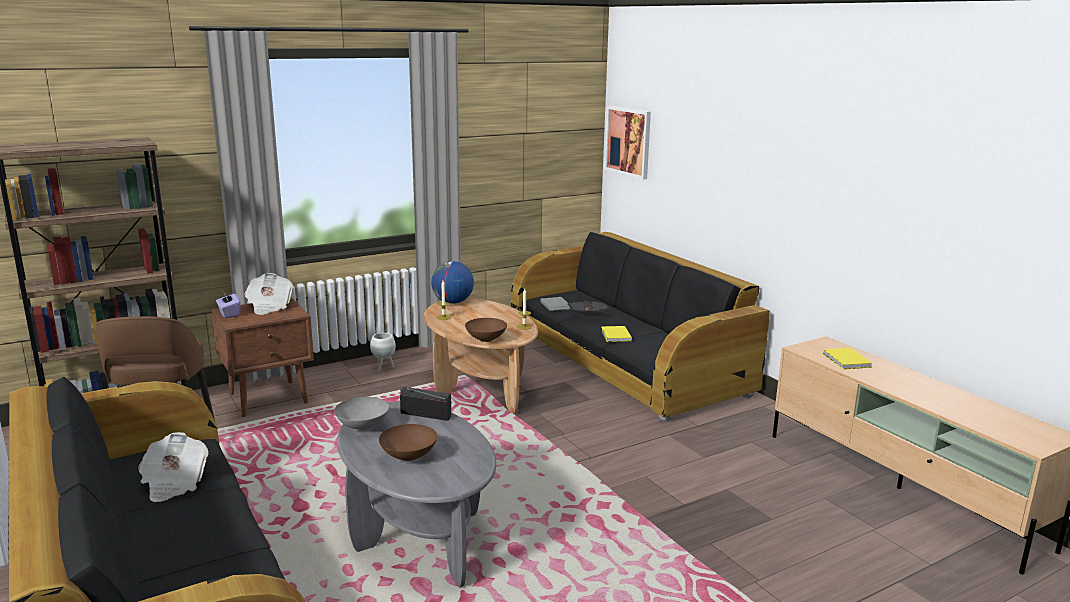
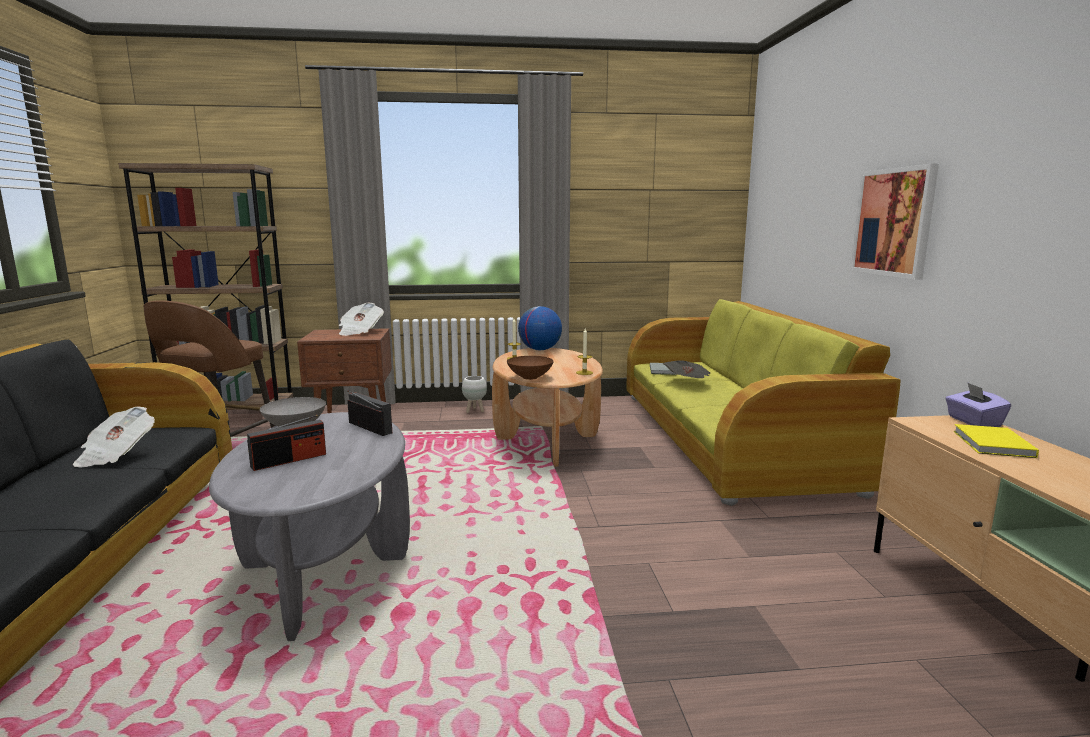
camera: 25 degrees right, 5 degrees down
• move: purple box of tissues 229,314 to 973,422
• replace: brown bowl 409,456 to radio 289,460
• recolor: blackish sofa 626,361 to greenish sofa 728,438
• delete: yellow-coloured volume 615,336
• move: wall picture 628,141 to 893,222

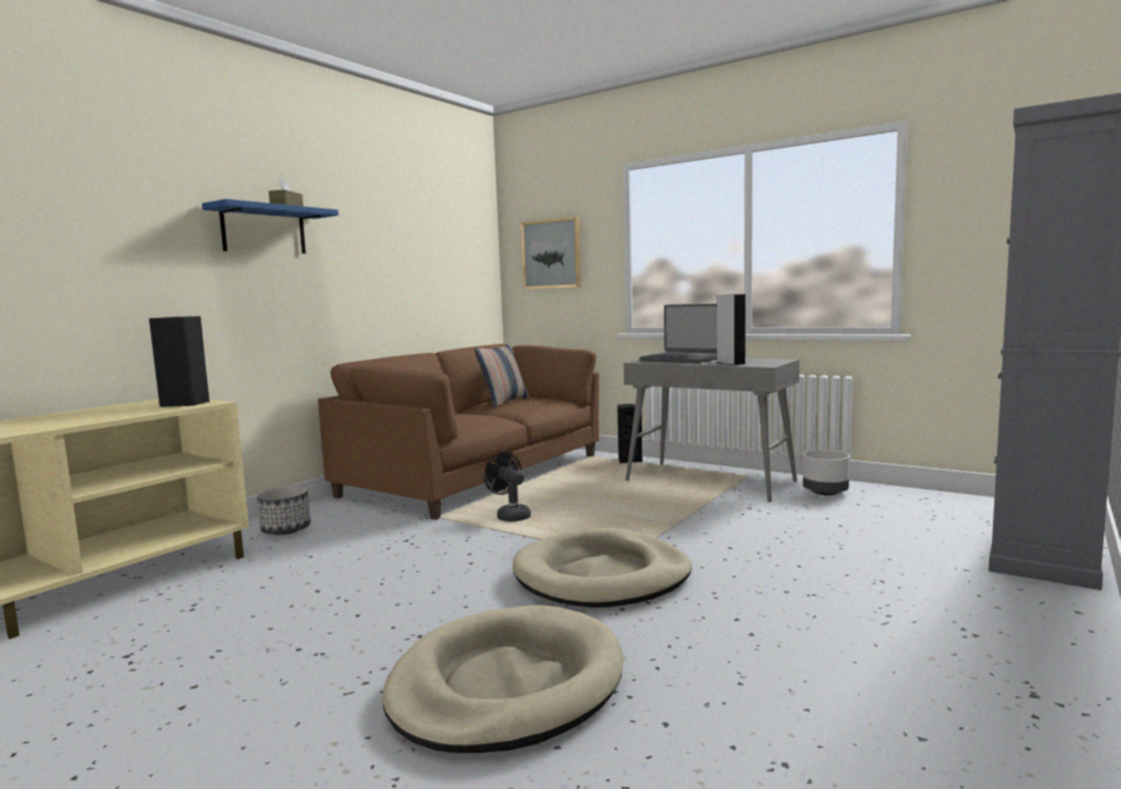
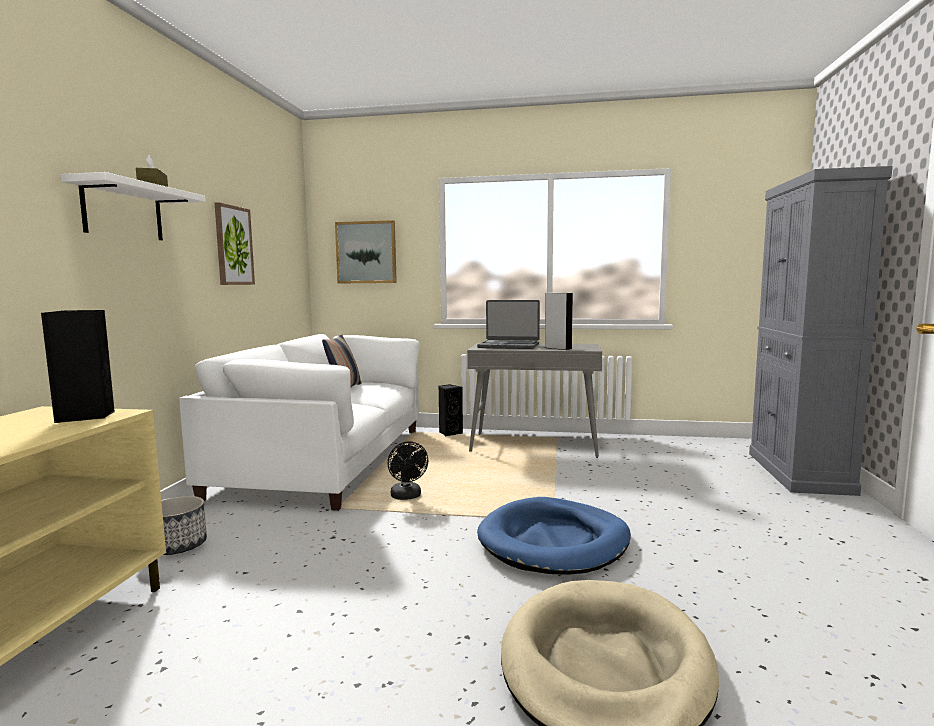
camera: 25 degrees left, 0 degrees up
• recolor: bluish bracket shelf 264,230 to white-coloured bracket shelf 123,212
• recolor: brown sofa 477,475 to white-coloured sofa 327,460
• rotate: blackish cooling fan 510,516 = 407,497 135 degrees counterclockwise
• recolor: beige pet bed 602,576 to bluish pet bed 554,541
• delete: gray planter 825,492
• insert: wall picture 233,245

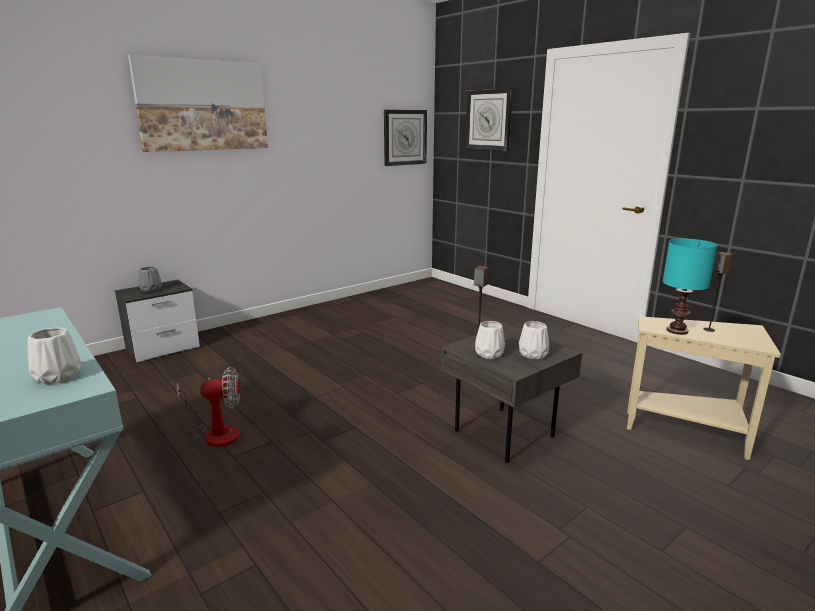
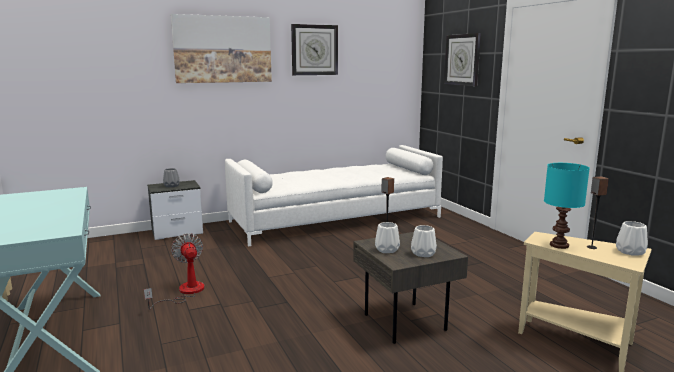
camera: 15 degrees right, 5 degrees down
• move: white-coloured decorative vase 59,376 to 631,251
• rotate: cooling fan 215,432 = 185,292 120 degrees counterclockwise
• move: hanging clock 405,137 to 314,50
• insert: white-coloured sofa 336,219

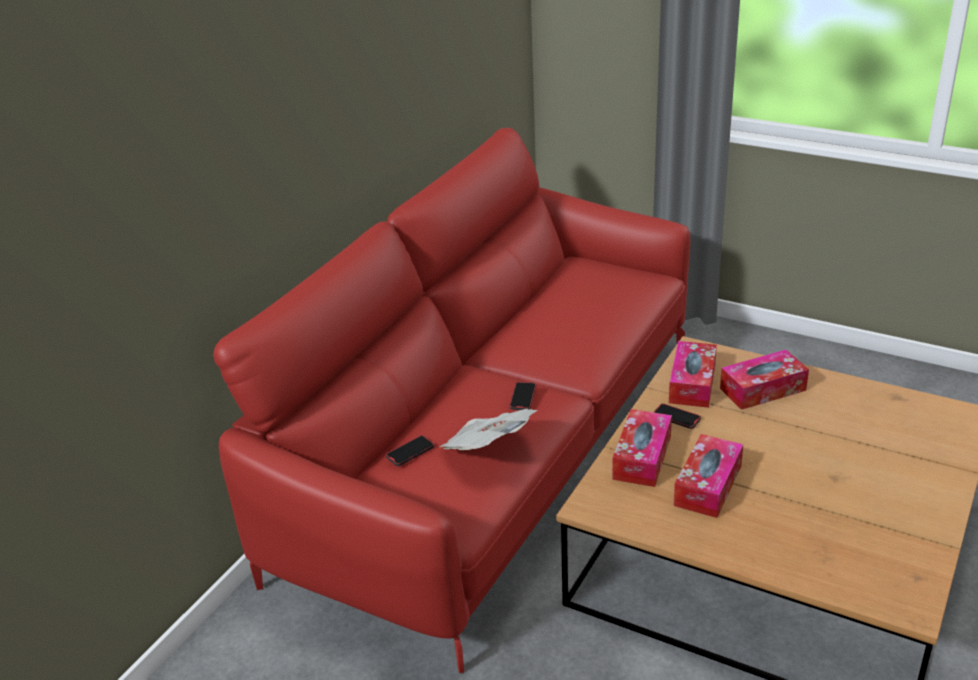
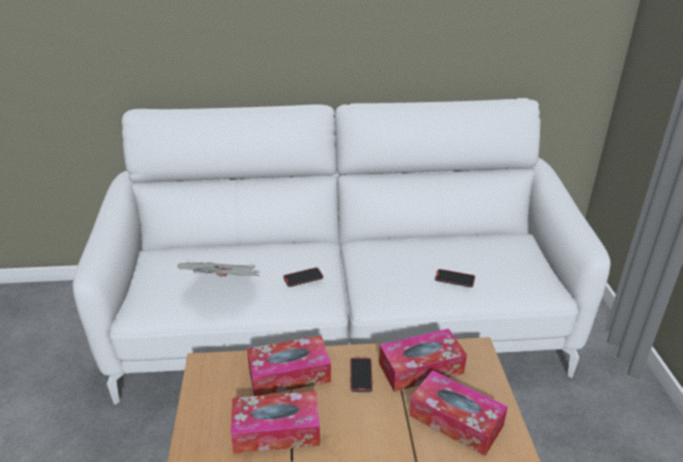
camera: 55 degrees right, 0 degrees up
• recolor: reddish sofa 496,455 to white-coloured sofa 342,326
• move: telephone 410,452 to 454,279

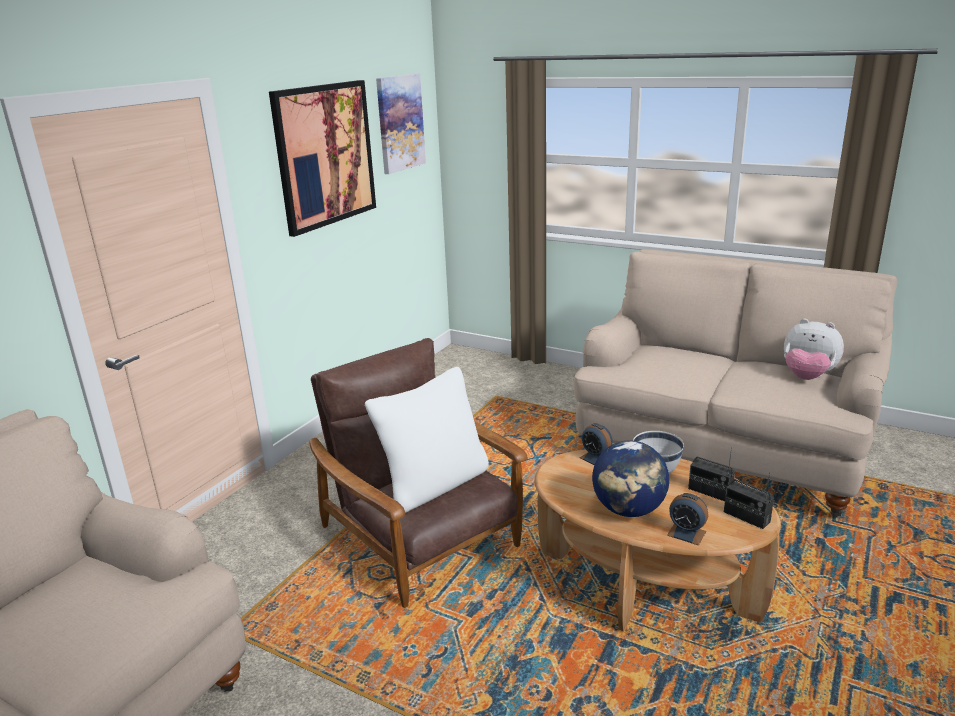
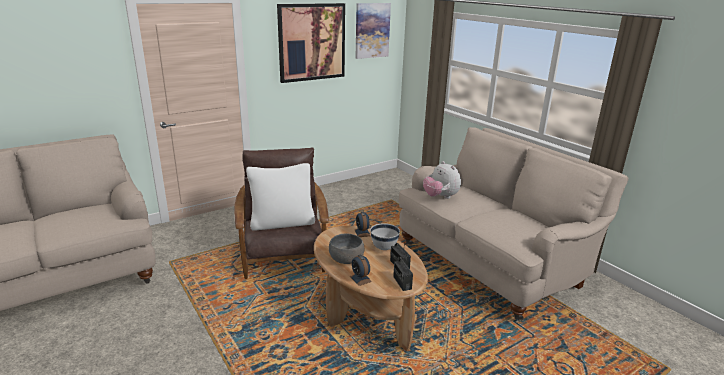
camera: 25 degrees right, 0 degrees up
• replace: world globe 629,510 to gray bowl 346,259
• move: plush toy 807,377 to 440,197

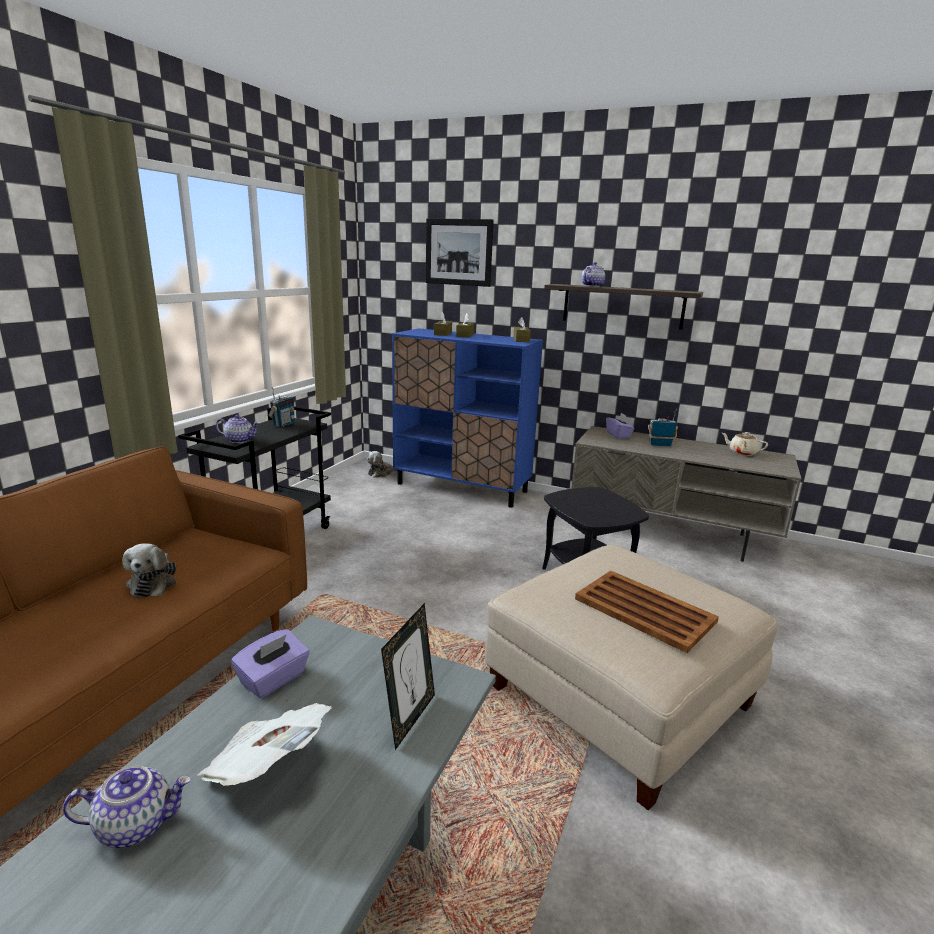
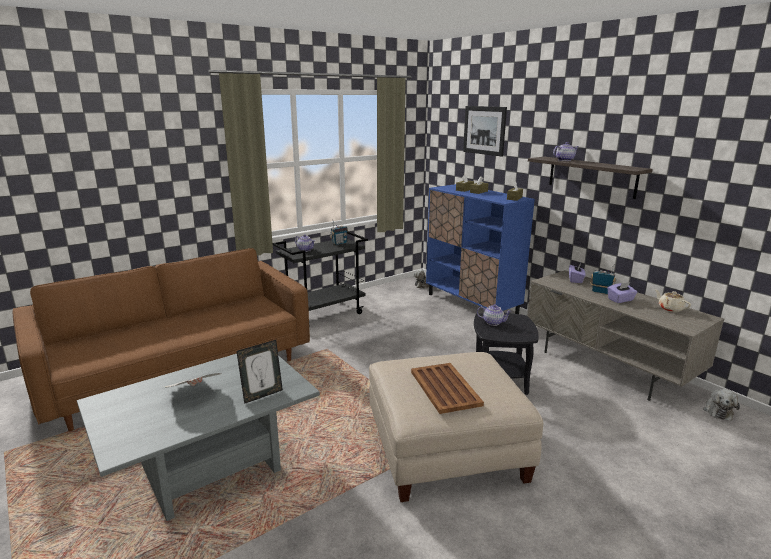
camera: 30 degrees right, 0 degrees up
• move: teapot 136,824 to 493,322
• move: plush toy 153,582 to 718,410
• move: purple box of tissues 274,679 to 620,300

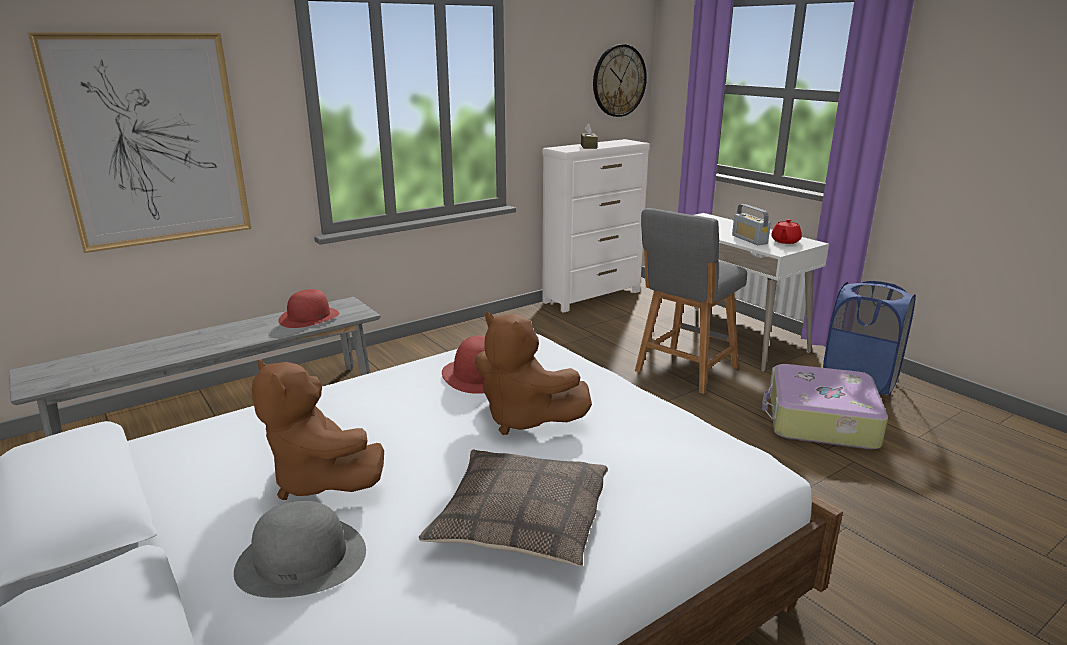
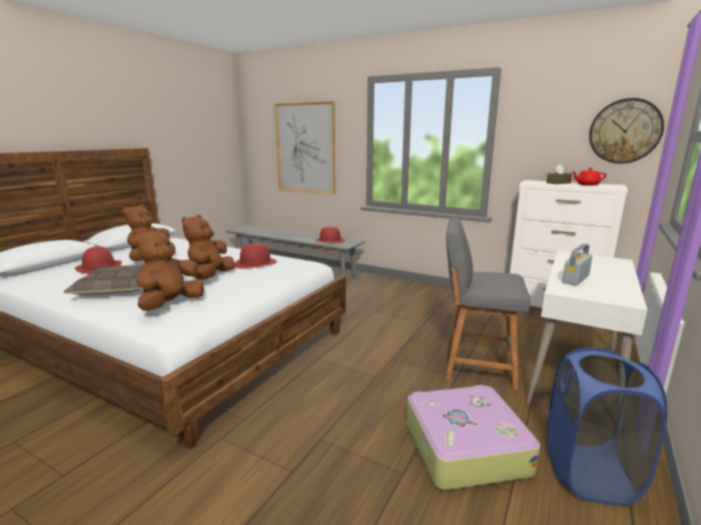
camera: 65 degrees right, 5 degrees down
• recolor: gray clothing hat 302,558 to reddish clothing hat 99,267
• move: reddish teapot 785,241 to 587,184
• insert: brown plush toy 170,304

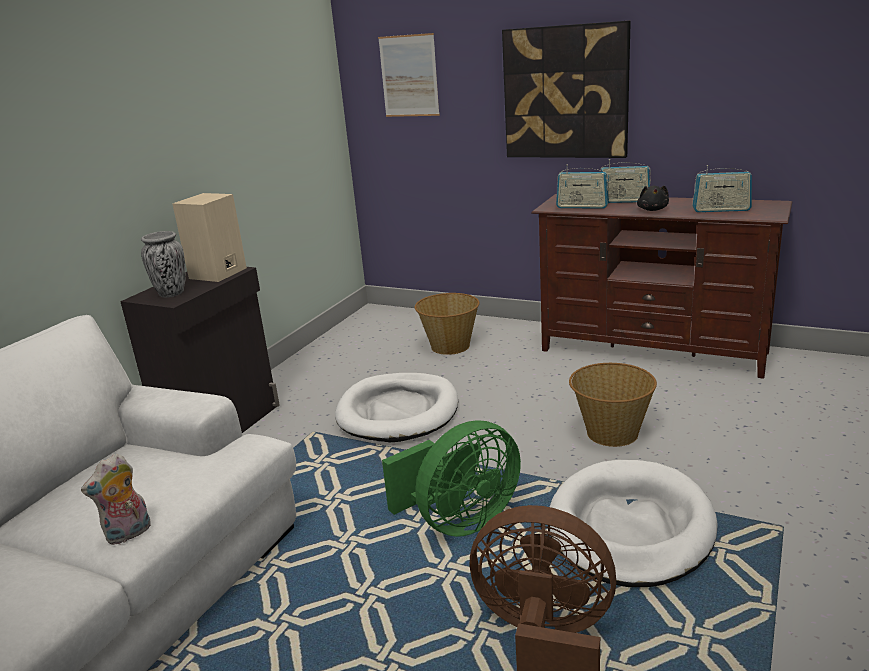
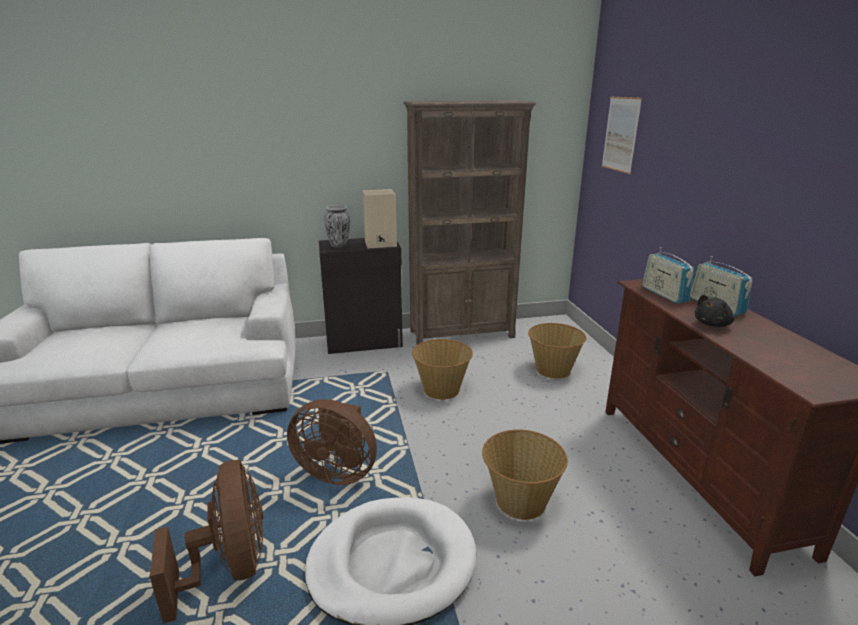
camera: 50 degrees right, 0 degrees up
• delete: plush toy 128,534
• replace: white-coloured pet bed 398,412 to basket 441,389
• recolor: greenish cooling fan 460,522 to brown cooling fan 337,471
• delete: wall picture 565,92
• delete: radio 721,210
• insert: brown bookcase 462,334

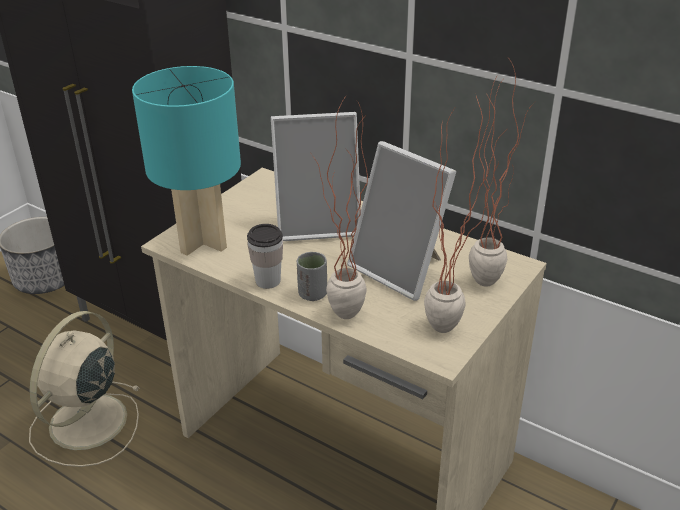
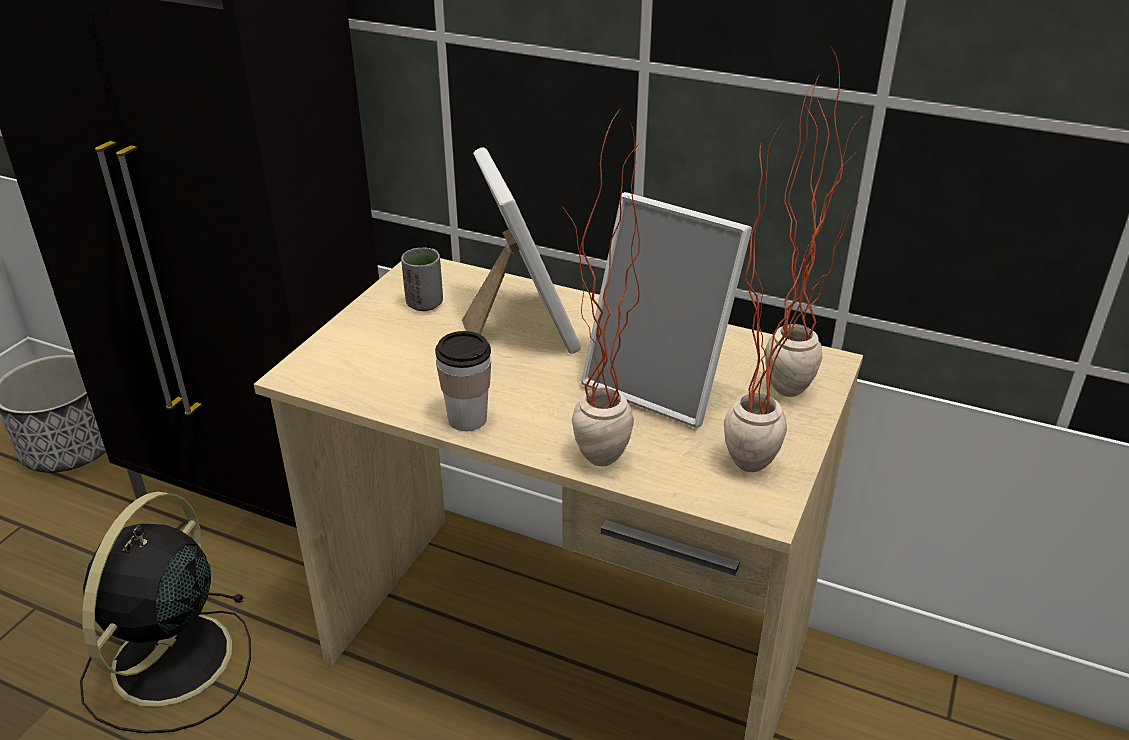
camera: 10 degrees left, 0 degrees up
• recolor: beige cooling fan 86,424 to blackish cooling fan 169,663
• delete: turquoise tabletop lamp 202,241
• rotate: picture frame 318,224 = 520,327 90 degrees counterclockwise
• move: gray cup 312,294 to 424,304

